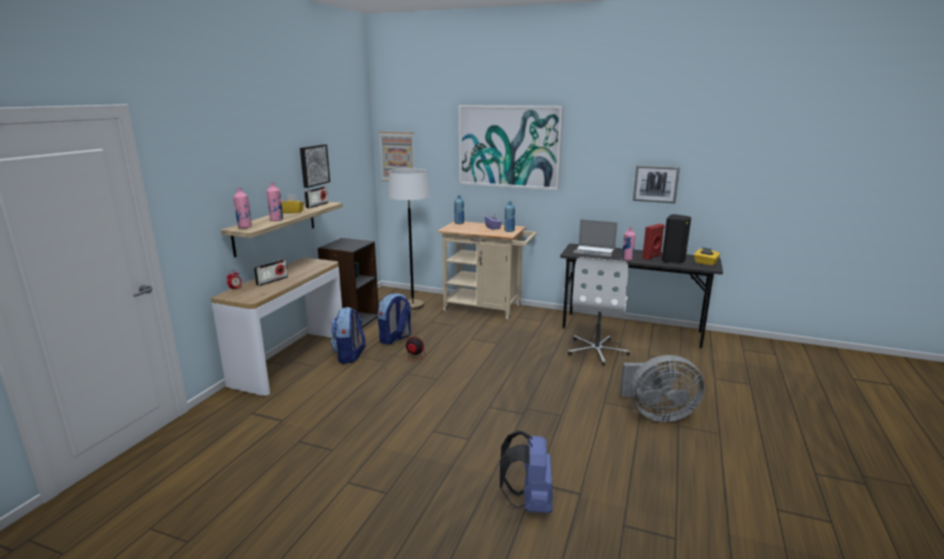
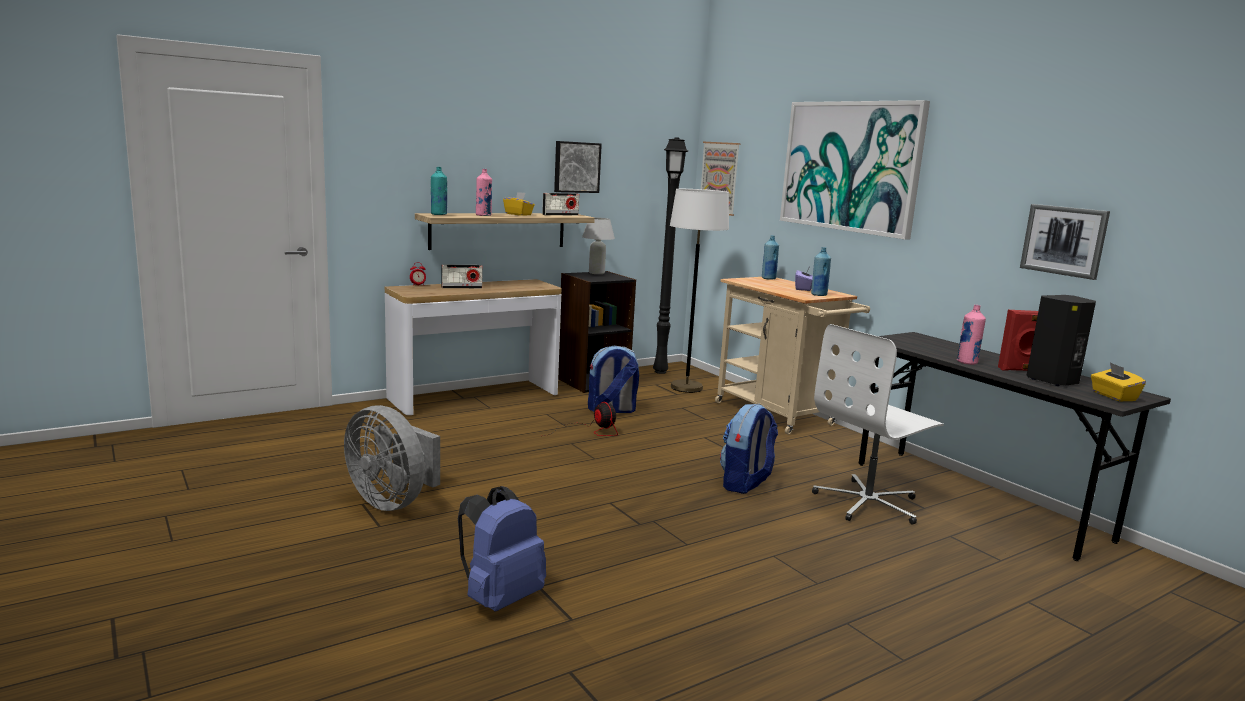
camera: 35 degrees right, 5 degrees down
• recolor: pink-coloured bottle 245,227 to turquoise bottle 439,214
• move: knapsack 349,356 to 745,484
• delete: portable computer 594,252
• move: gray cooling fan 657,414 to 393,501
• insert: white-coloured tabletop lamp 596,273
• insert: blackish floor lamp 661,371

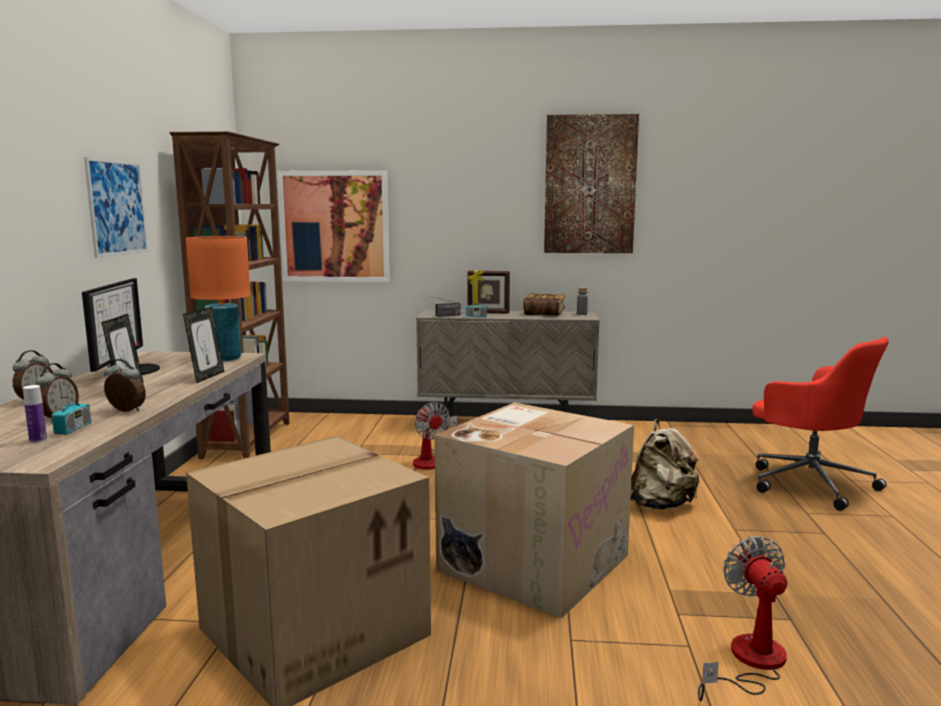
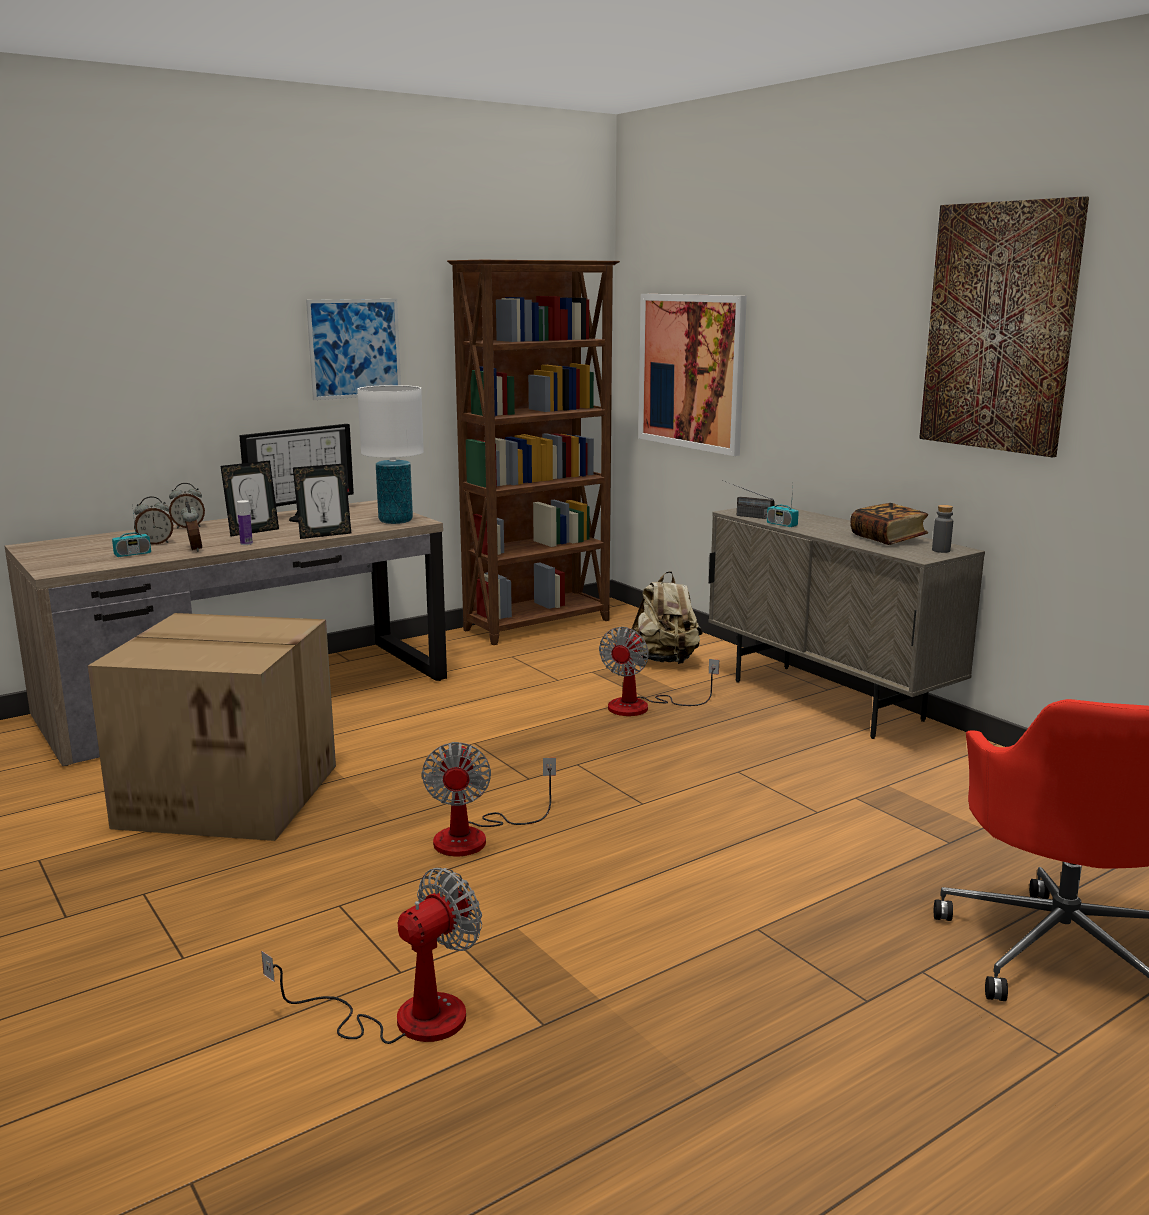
camera: 50 degrees right, 5 degrees up
• move: bottle 38,440 to 246,543
• recolor: orangey tabletop lamp 225,359 to white-coloured tabletop lamp 395,521
• replace: carton 533,561 to cooling fan 476,836
• delete: picture frame 488,313
• move: beige knapsack 661,505 to 665,661

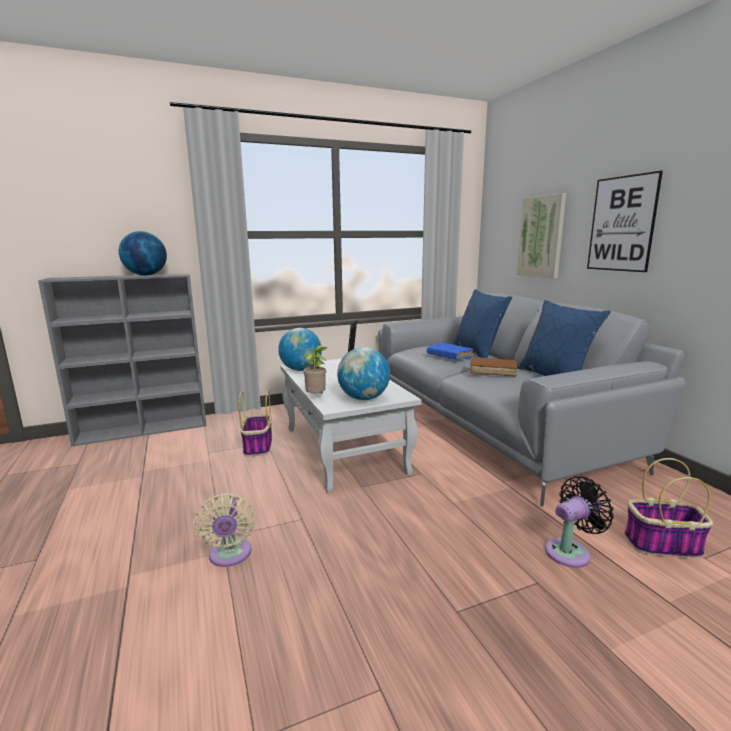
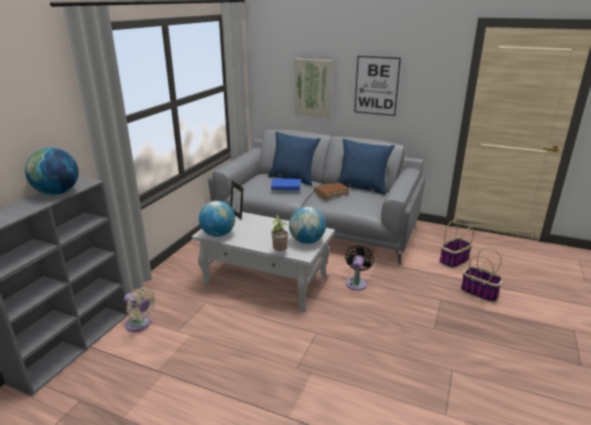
camera: 45 degrees left, 10 degrees up
• move: beige cooling fan 230,556 to 140,325
• move: basket 258,447 to 480,292
• move: blackish cooling fan 570,551 to 357,282

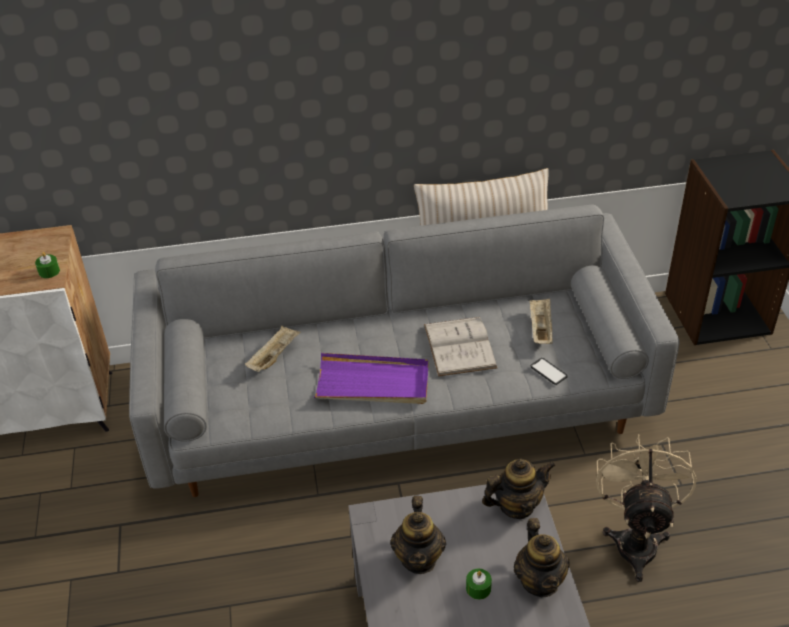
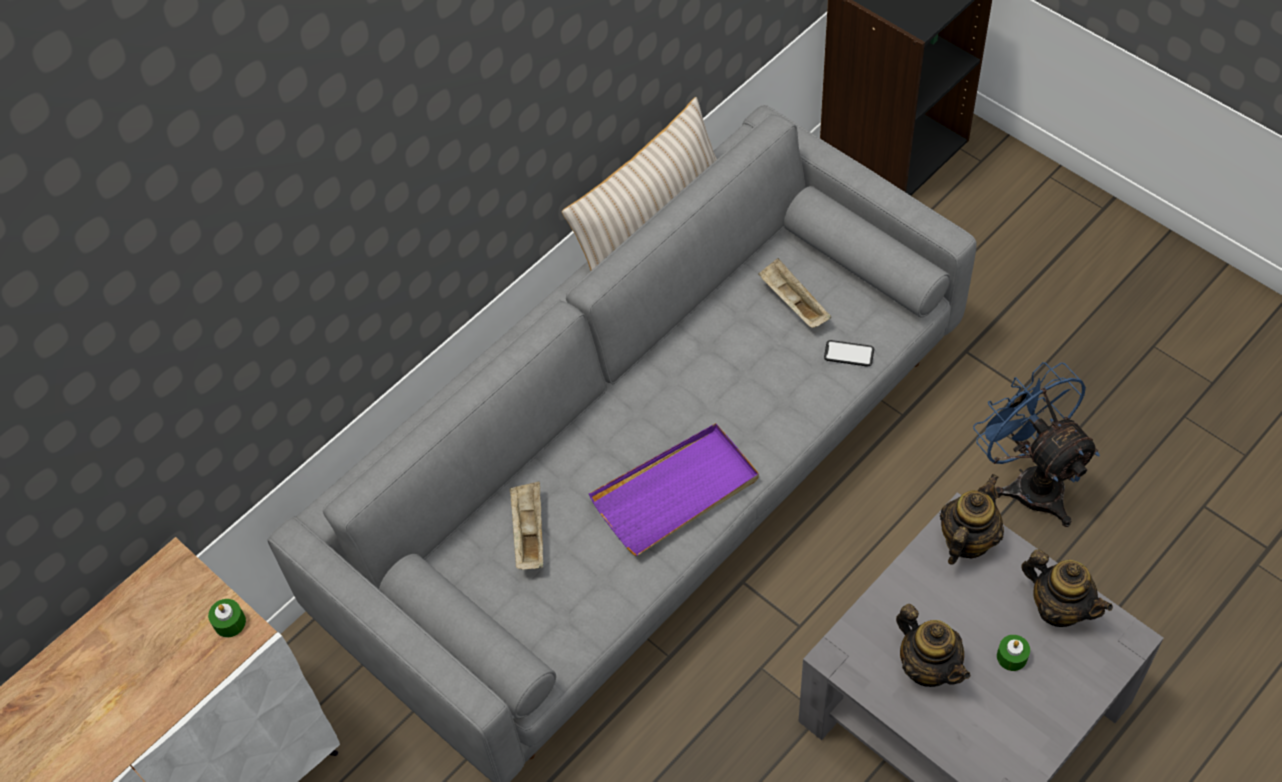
camera: 35 degrees left, 15 degrees up
• delete: white-coloured volume 459,346
• recolor: beige cooling fan 635,539 to bluish cooling fan 1029,481

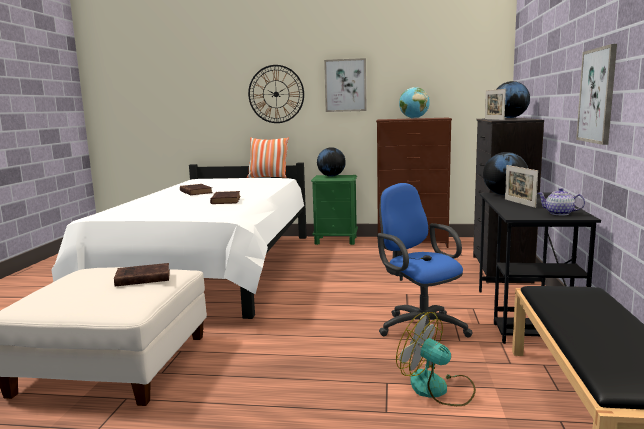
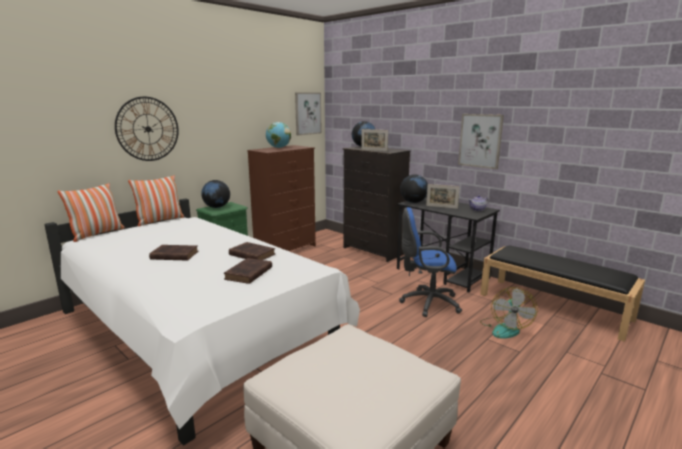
camera: 55 degrees left, 5 degrees up
• move: brown volume 141,278 to 248,274
• move: wall picture 345,85 to 308,113
• rotate: cooling fan 437,389 = 505,328 60 degrees counterclockwise
• insert: throw pillow 97,234

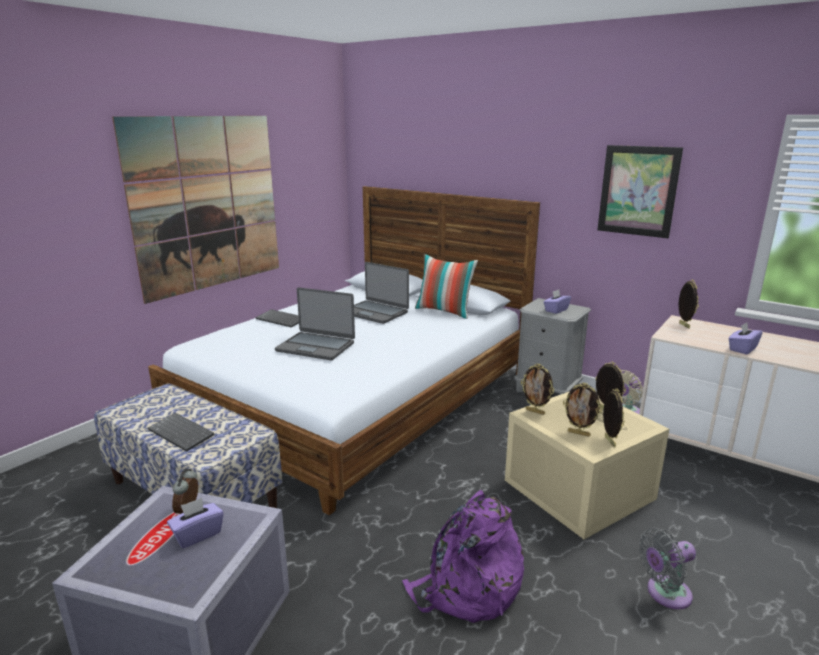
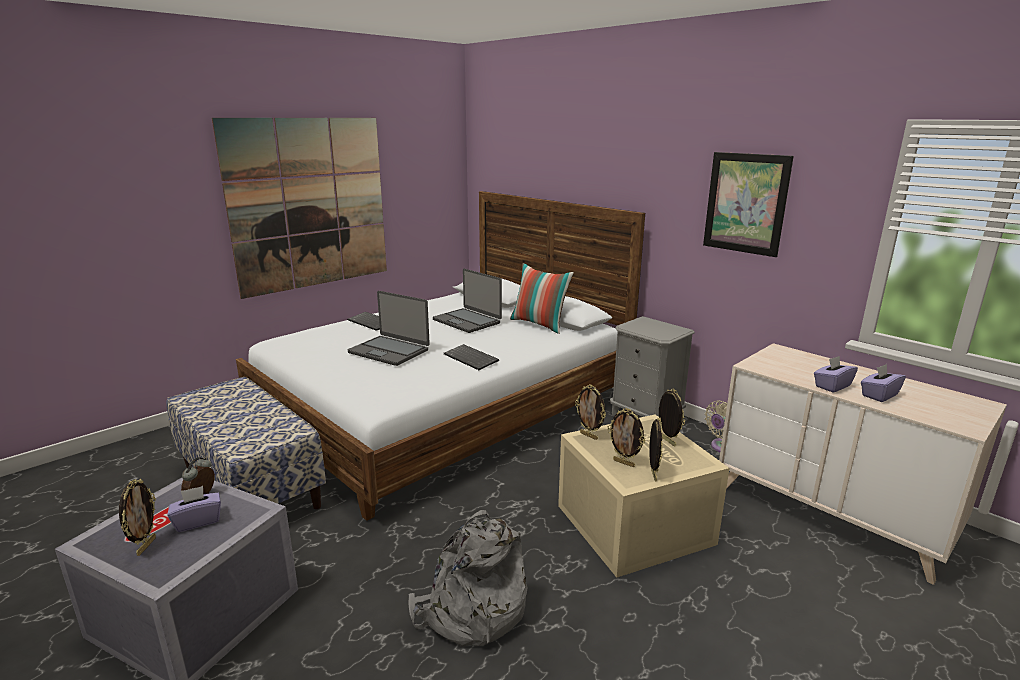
camera: 10 degrees right, 0 degrees up
• move: computer keyboard 182,433 to 472,358
• recolor: purple knapsack 466,588 to gray knapsack 470,611
• move: purple box of tissues 556,310 to 879,395
• delete: gray cooling fan 665,593
• move: picture frame 683,325 to 145,546

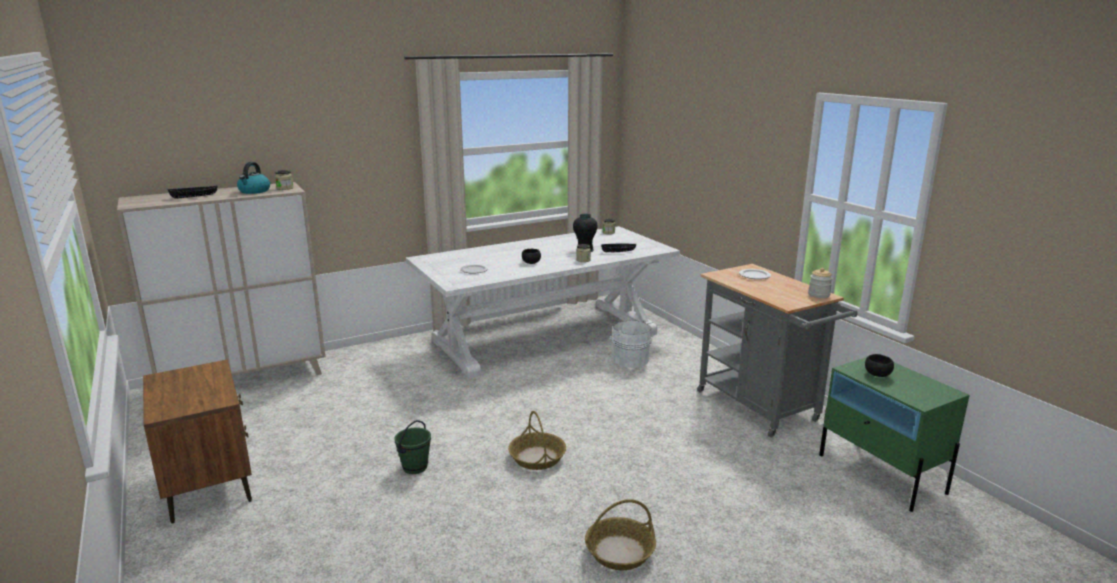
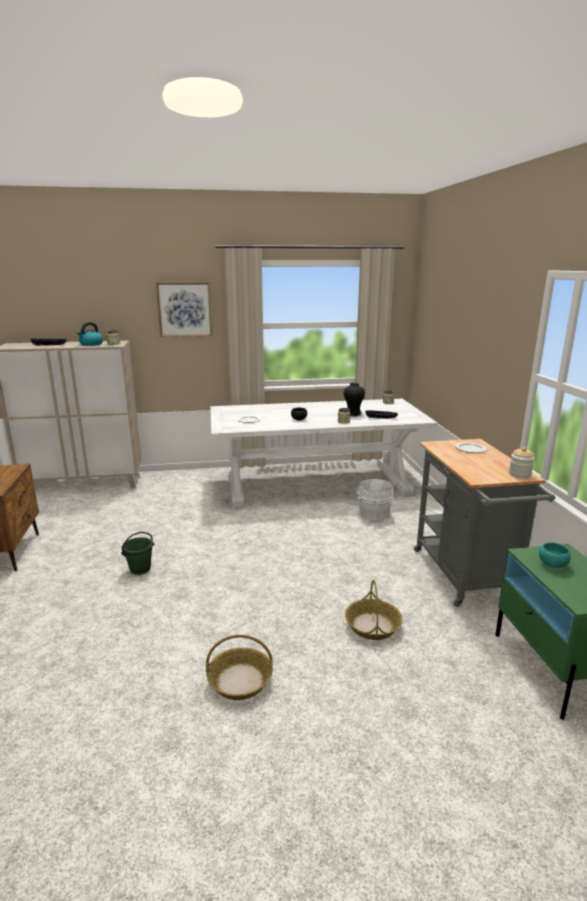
camera: 20 degrees right, 0 degrees up
• move: basket 537,458 to 373,626
• recolor: blackish bowl 877,374 to turquoise bowl 551,564
• insert: wall picture 184,309

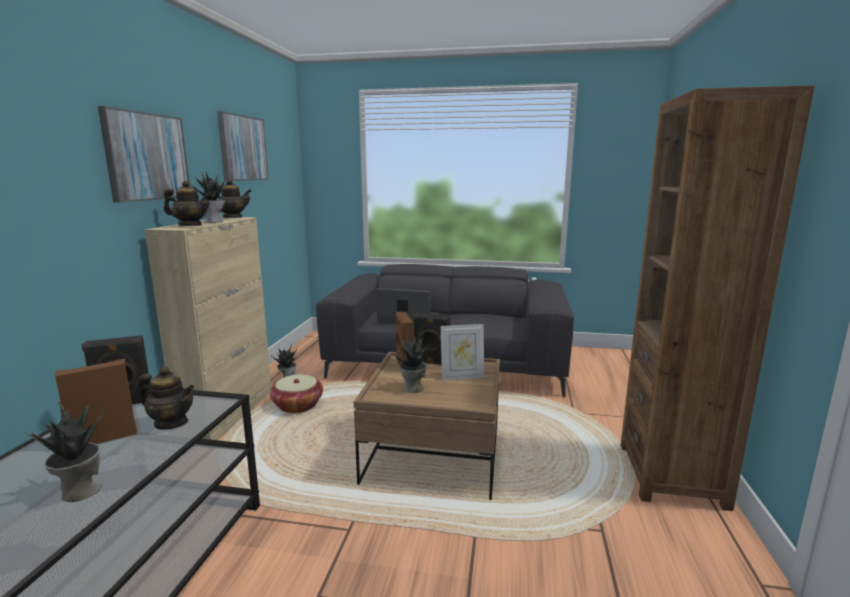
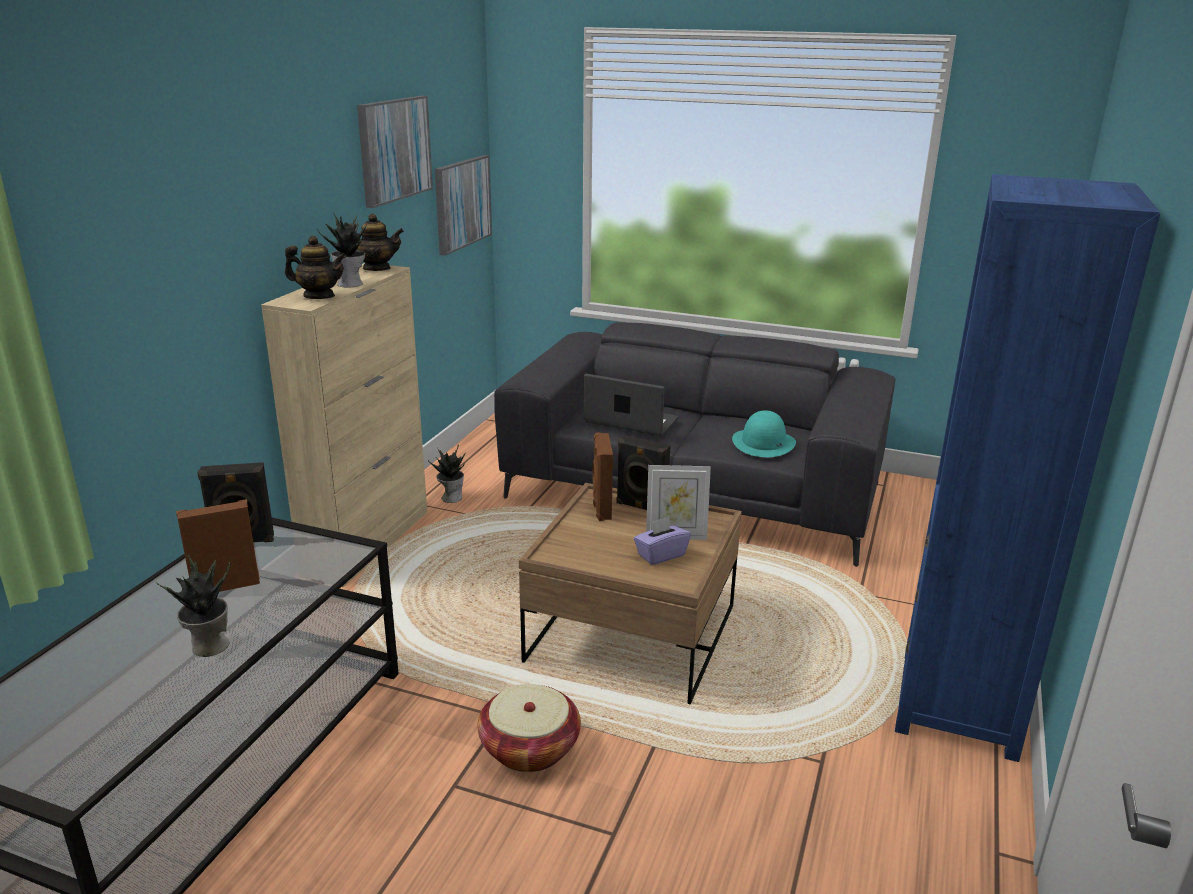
camera: 10 degrees right, 10 degrees up
• move: wall picture 147,157 to 462,203
• delete: teapot 171,423
• move: basket 297,405 to 529,748
• delete: potted plant 413,388
• recolor: brown bookcase 671,475 to bluish bookcase 958,703
• insert: purple box of tissues 661,555
• insert: turquoise clothing hat 763,443

